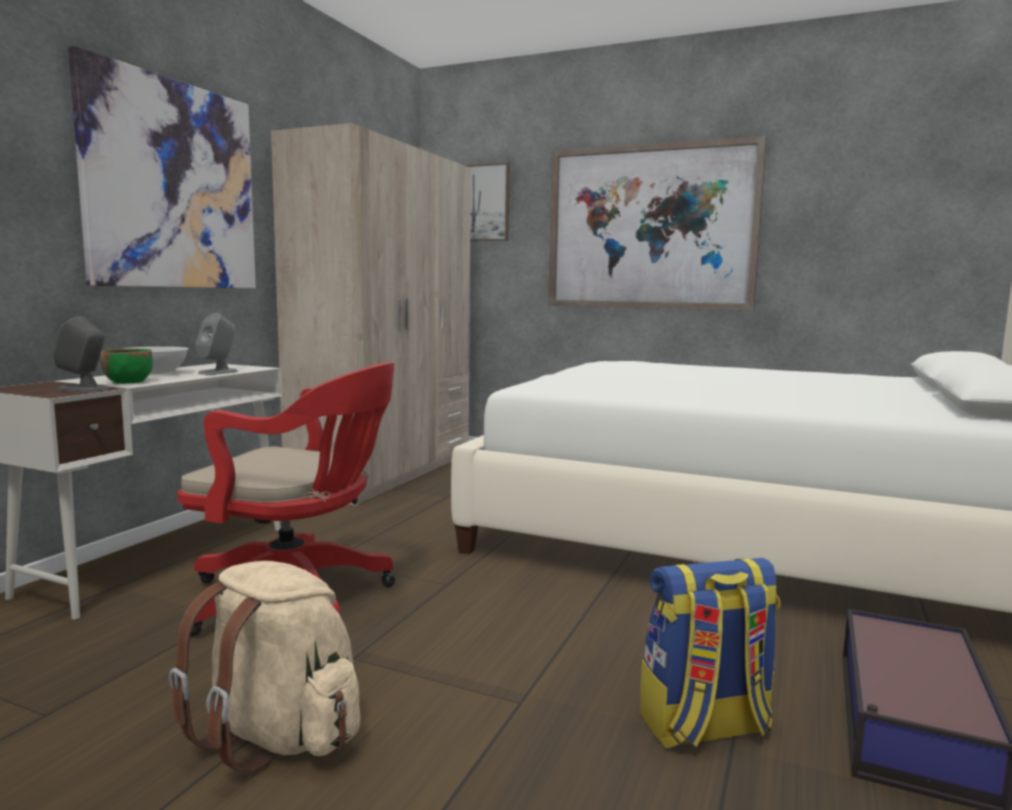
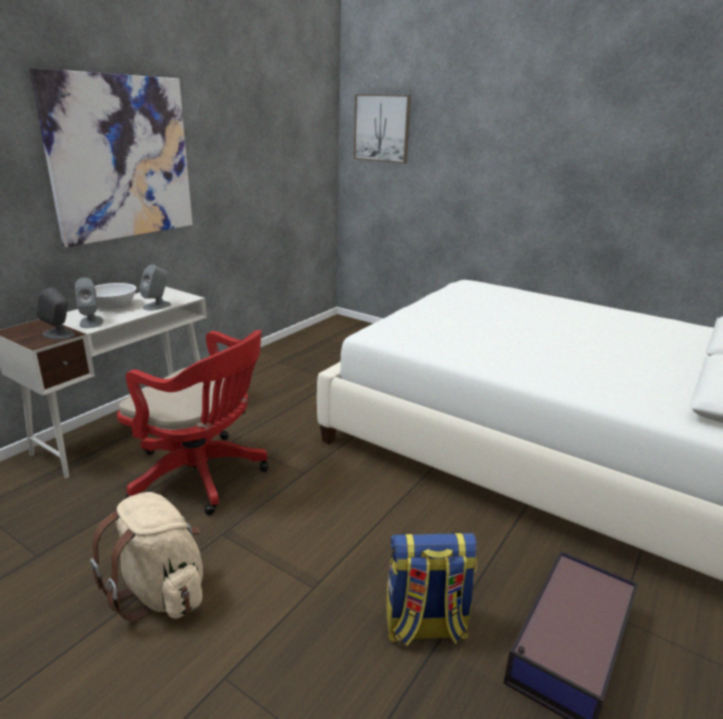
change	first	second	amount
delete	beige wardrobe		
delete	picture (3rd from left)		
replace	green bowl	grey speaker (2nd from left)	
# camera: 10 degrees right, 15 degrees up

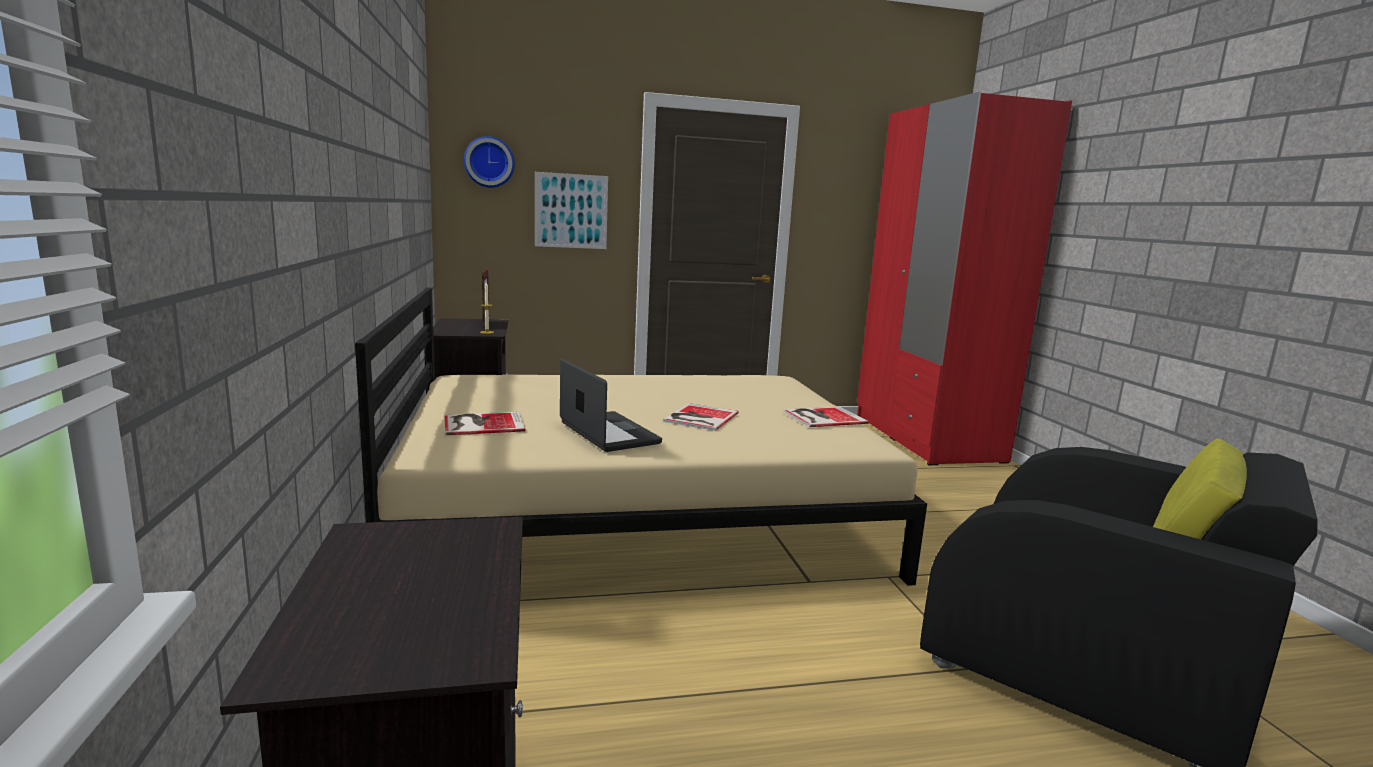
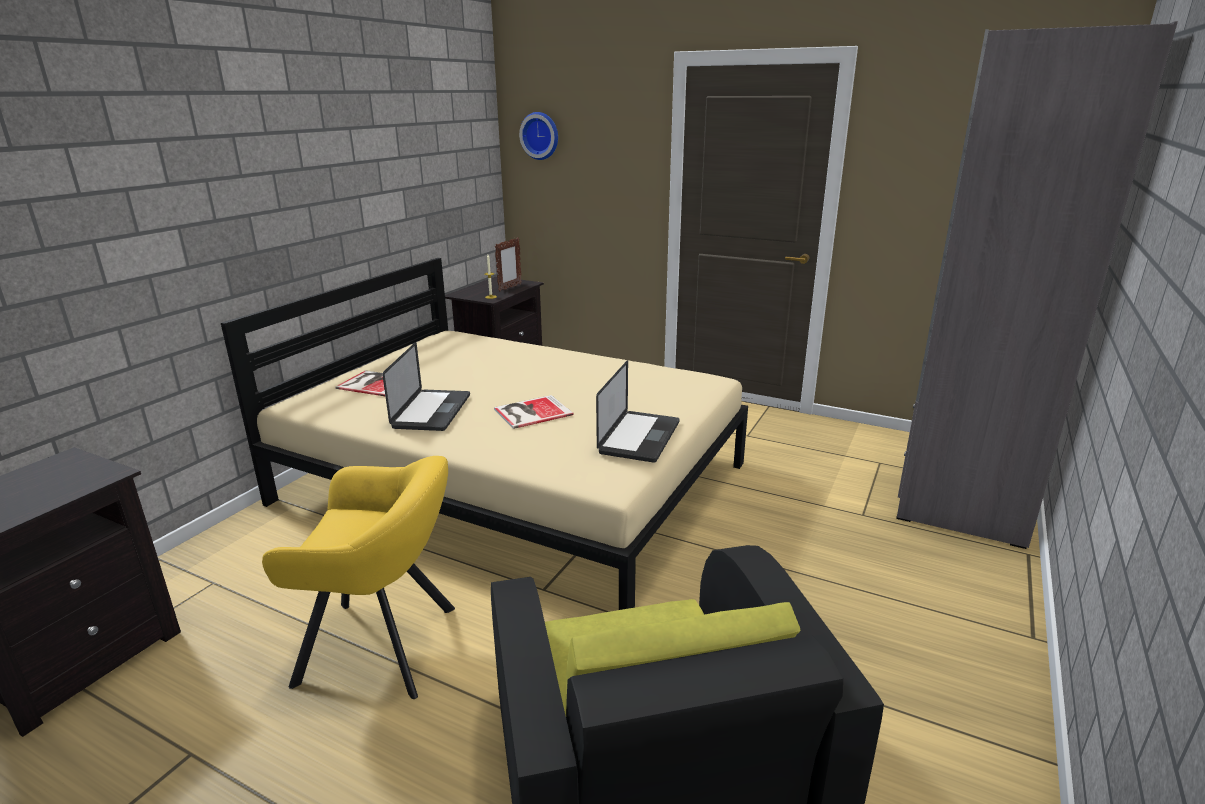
change	first	second	amount
delete	picture		
insert		yellow armchair	
replace	book (3rd from left)	laptop (2nd from left)	
recolor	red wardrobe	grey wardrobe	
# camera: 40 degrees right, 10 degrees up

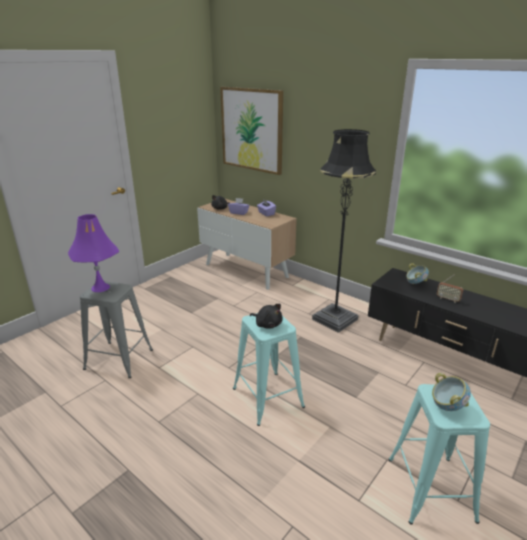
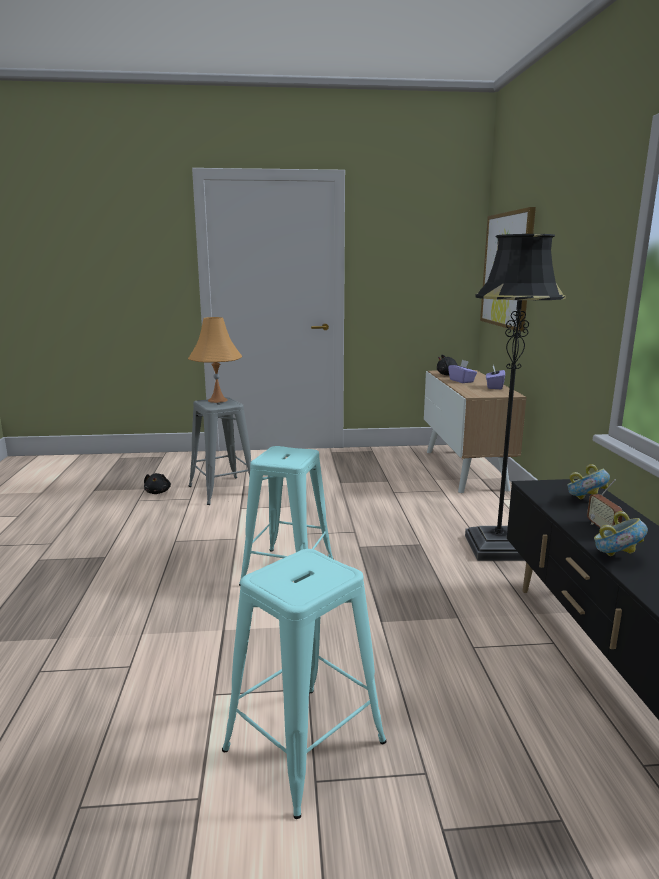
change	first	second	amount
move	black plush toy (2nd from left in the first image)	black plush toy (1st from left)	
move	bowl (2nd from left)		
recolor	purple table lamp	orange table lamp	
# camera: 45 degrees right, 10 degrees down

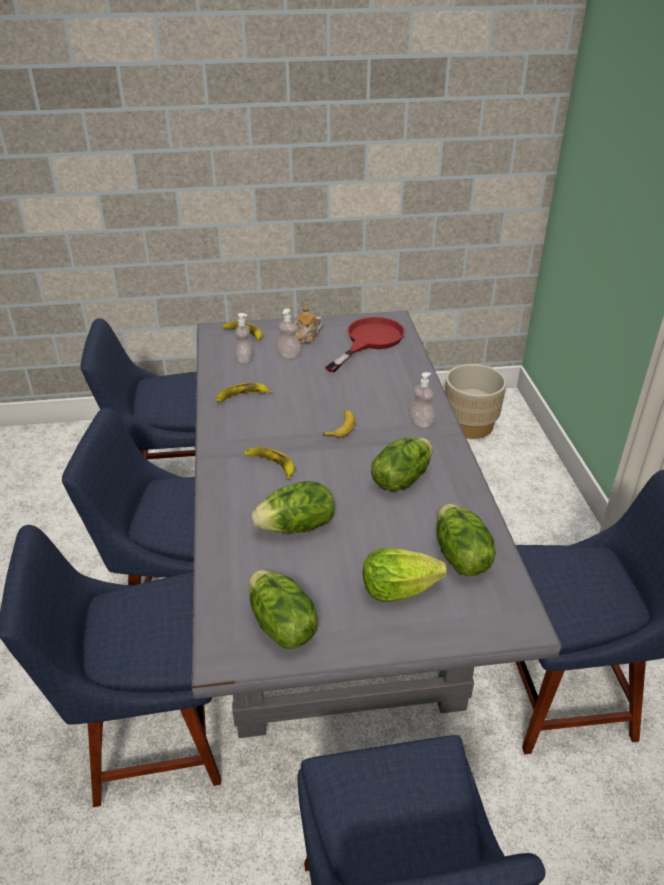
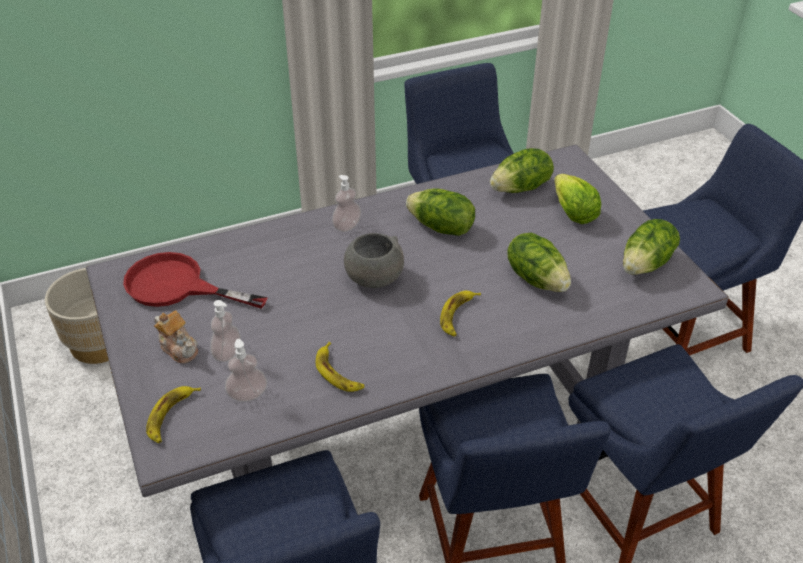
change	first	second	amount
replace	banana (4th from left)	grey bowl	
# camera: 105 degrees left, 5 degrees up

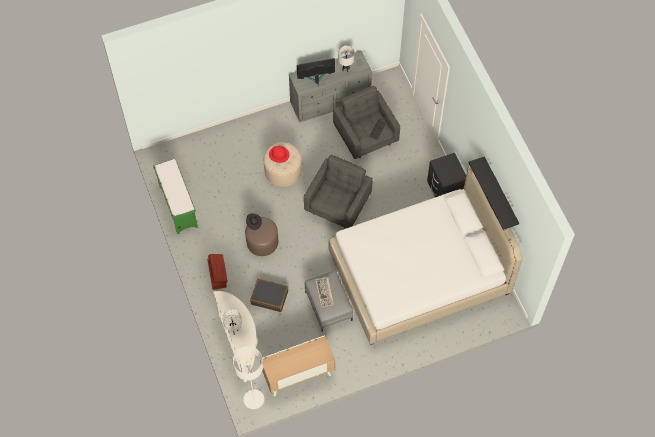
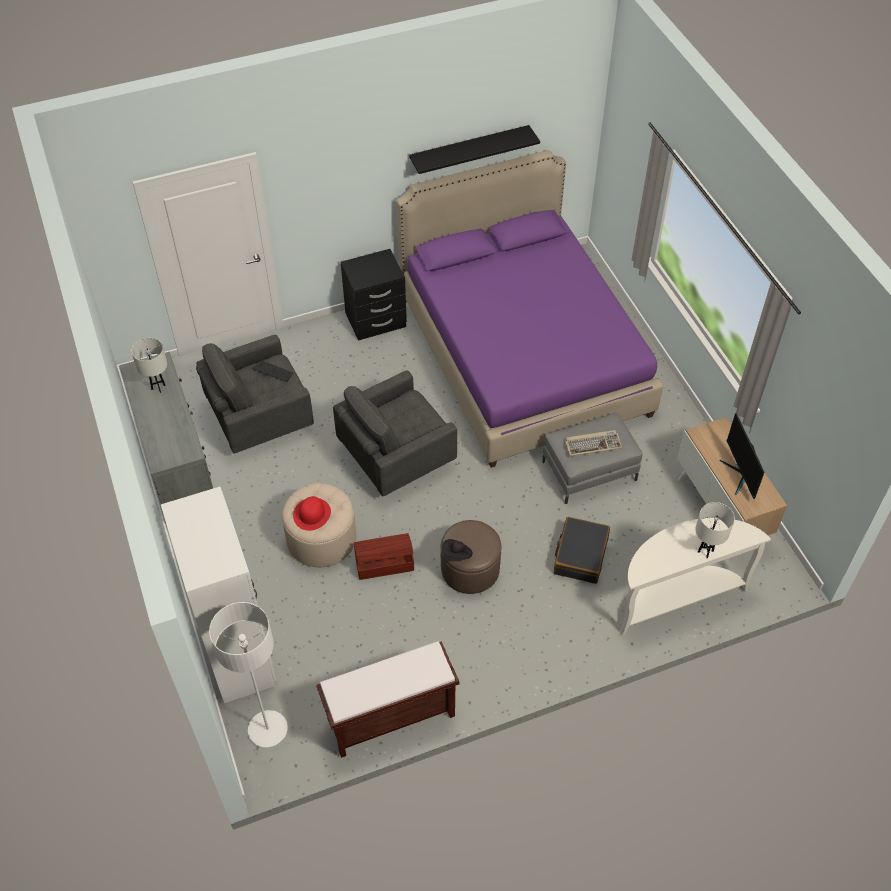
change	first	second	amount
insert		white wardrobe	
move	brown storage box		
move	white floor lamp		
move	monitor		
recolor	green bench	brown bench	
recolor	white bed	purple bed	
rotate	grey armchair (1st from left in the first image)	grey armchair (2nd from left)	60 degrees counterclockwise
# camera: 90 degrees left, 10 degrees down

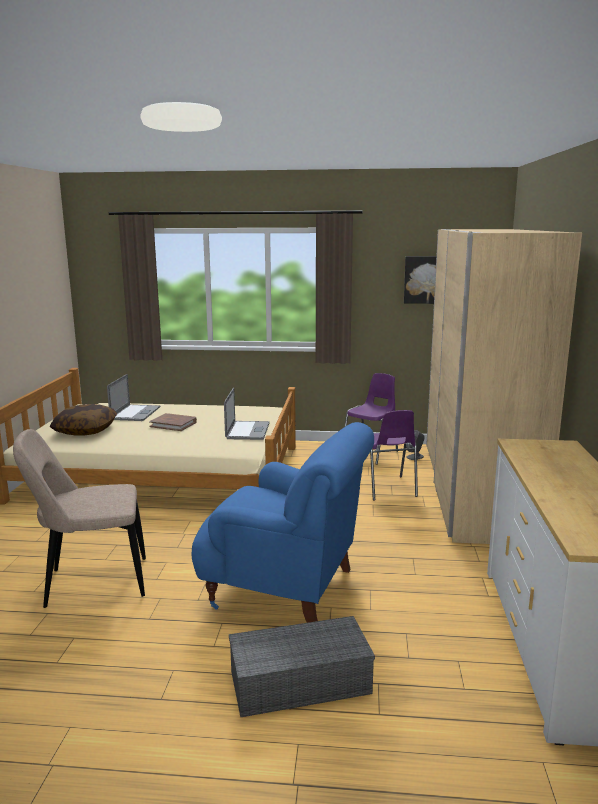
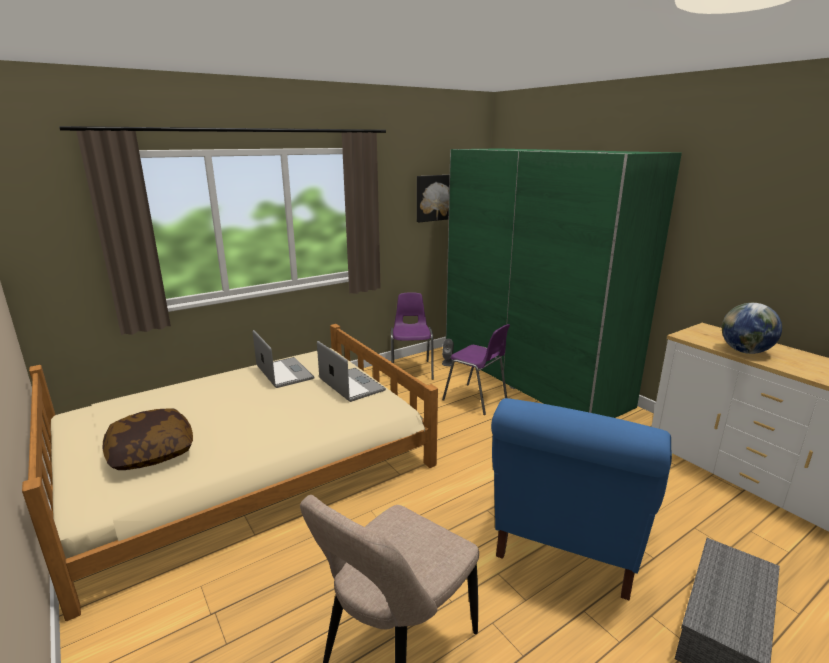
change	first	second	amount
delete	brown book		
insert		globe	
move	laptop (1st from left)		
recolor	beige wardrobe	green wardrobe	
rotate	blue armchair		135 degrees clockwise
# camera: 40 degrees left, 5 degrees up

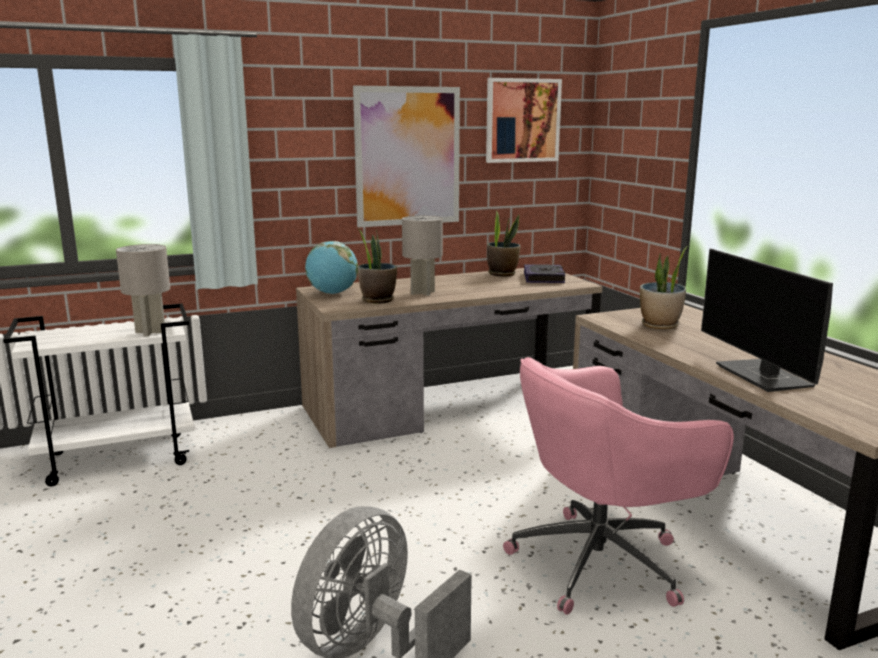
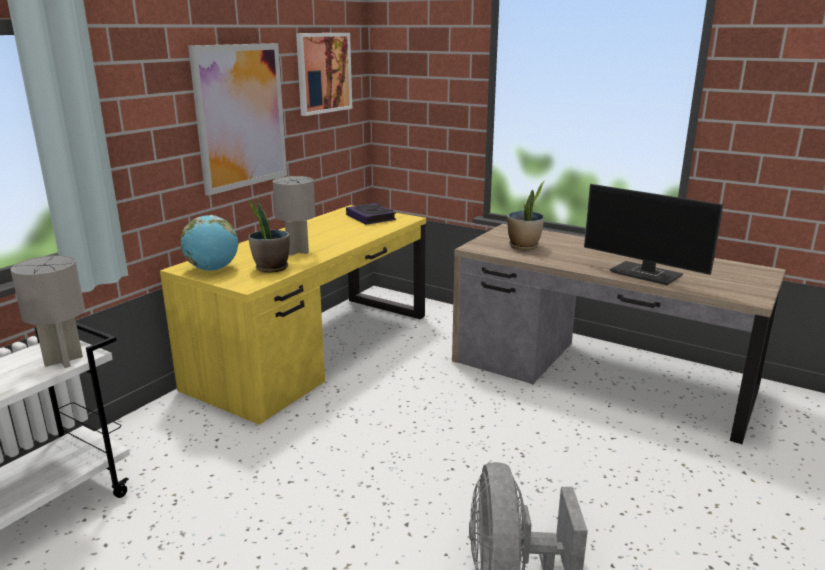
change	first	second	amount
delete	potted plant (2nd from left)		
delete	pink office chair		
recolor	brown desk (1st from left)	yellow desk	
# camera: 35 degrees left, 5 degrees up

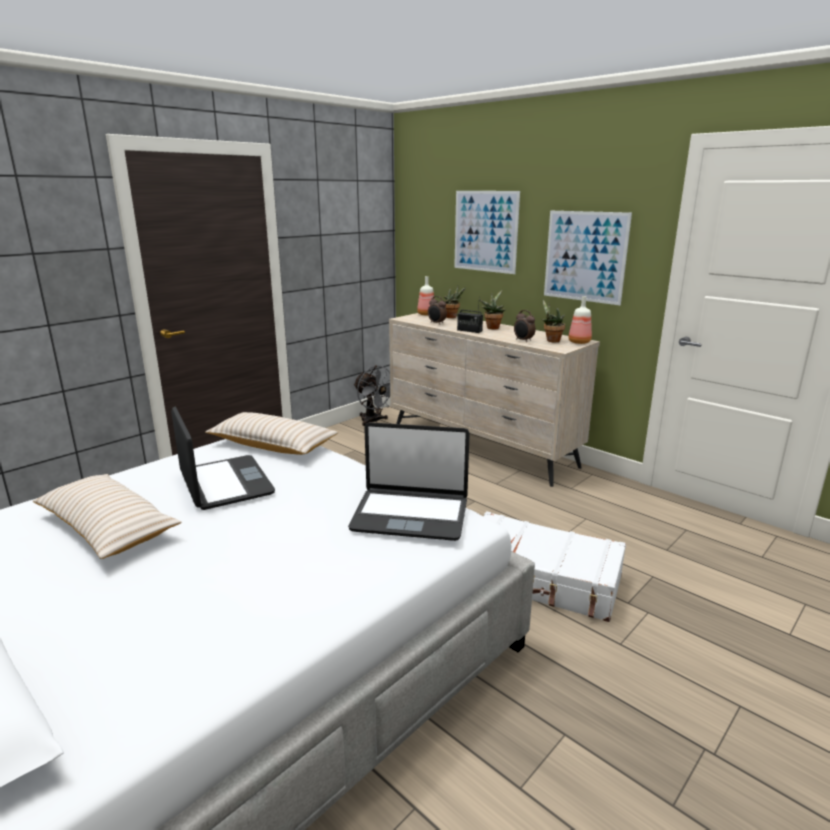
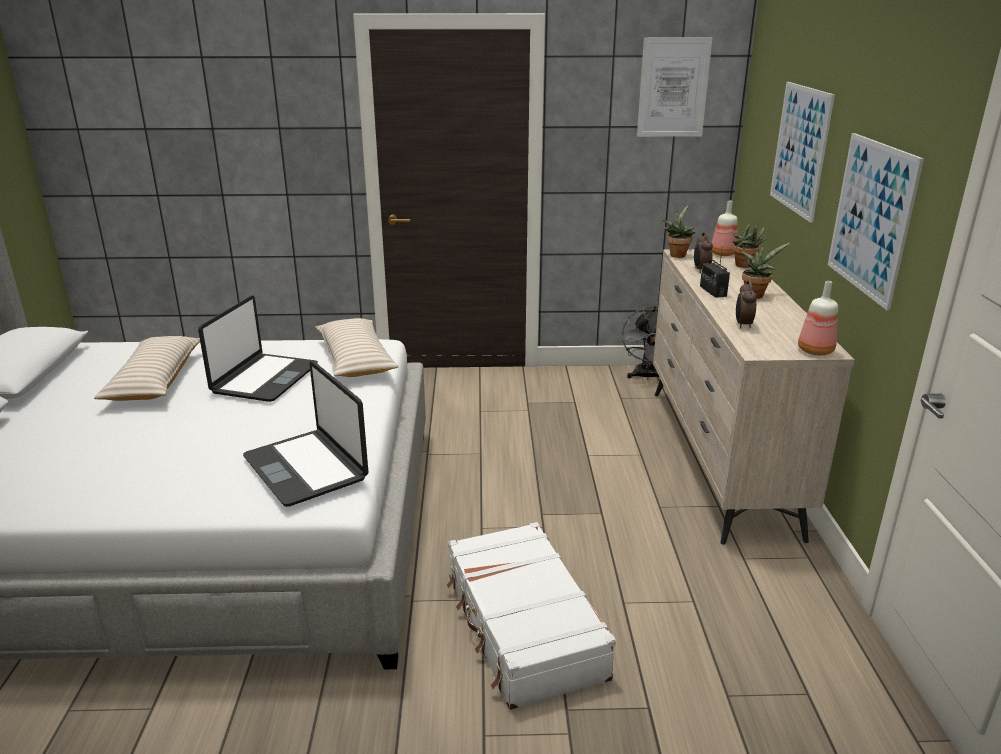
change	first	second	amount
insert		picture (1st from left)	
move	potted plant (3rd from left in the first image)	potted plant (1st from left)	
# camera: 45 degrees right, 5 degrees up

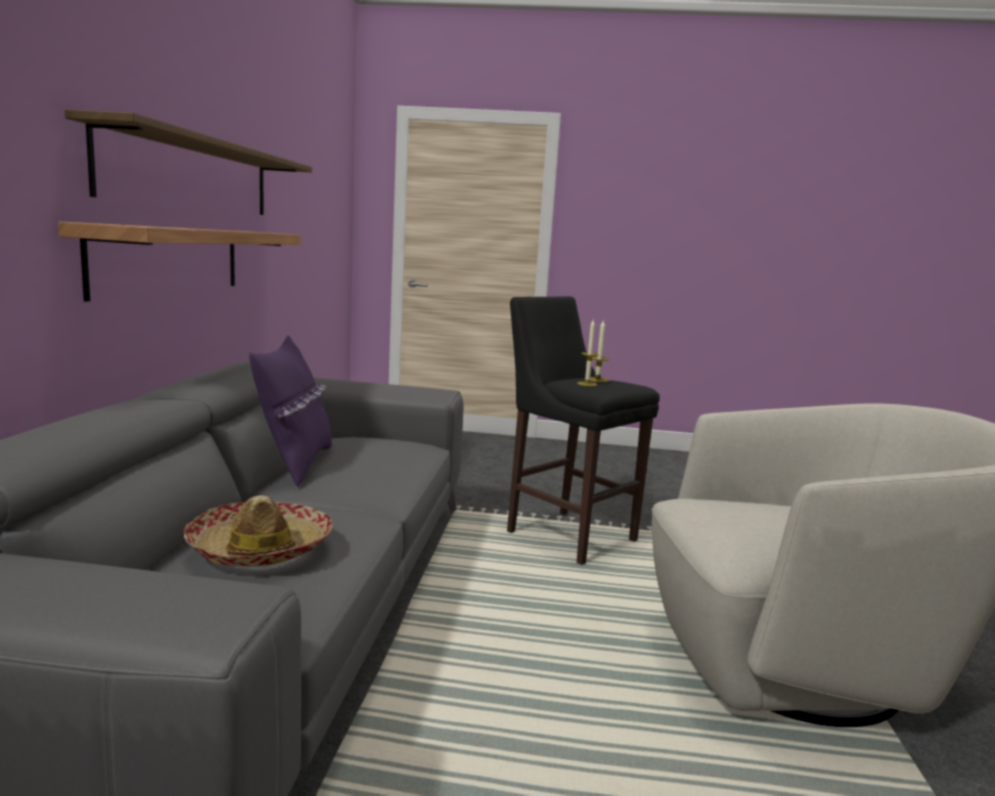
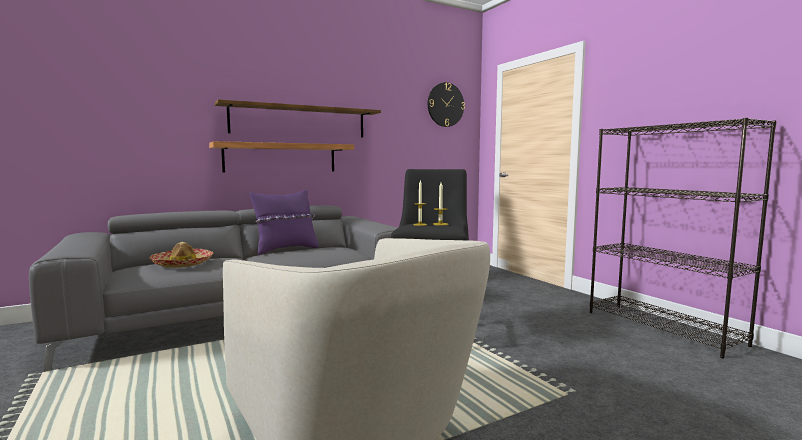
change	first	second	amount
insert		wall clock	
insert		black bookcase	
# camera: 55 degrees right, 5 degrees down

